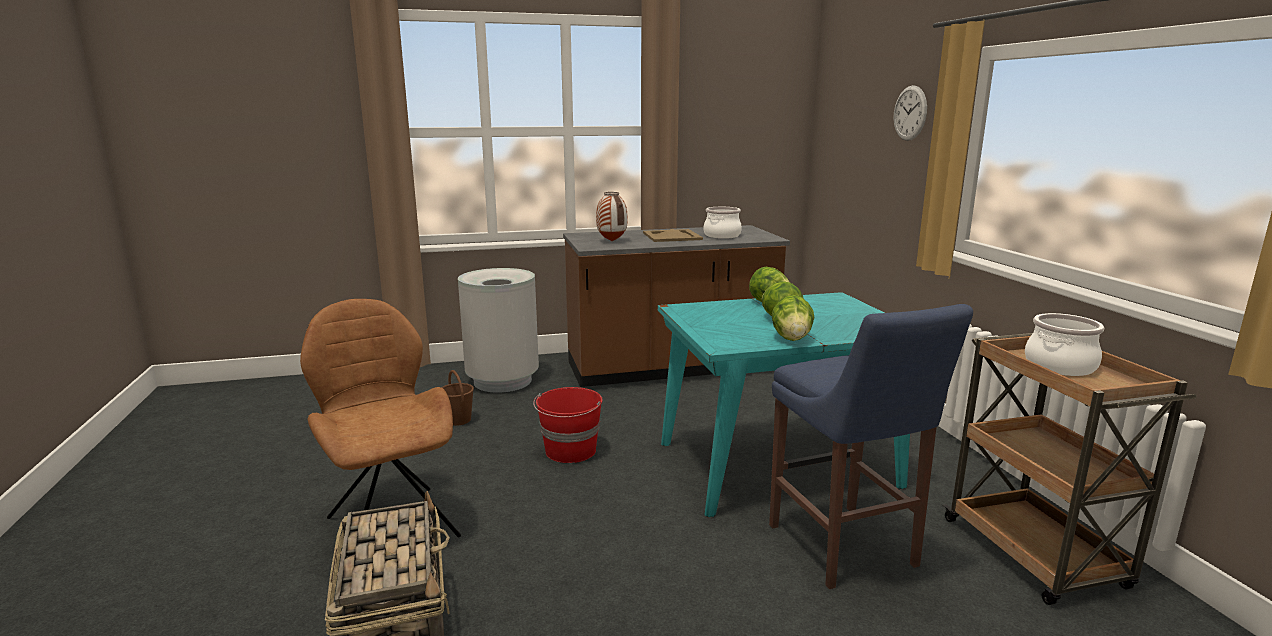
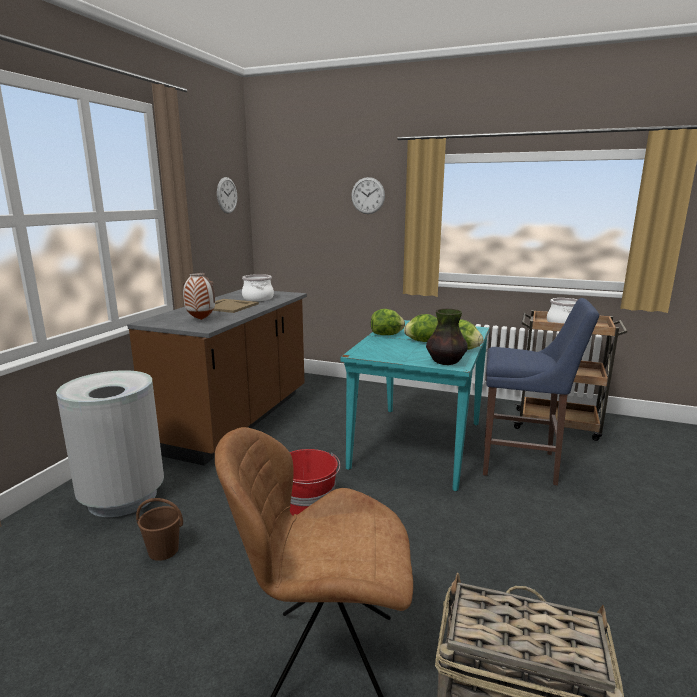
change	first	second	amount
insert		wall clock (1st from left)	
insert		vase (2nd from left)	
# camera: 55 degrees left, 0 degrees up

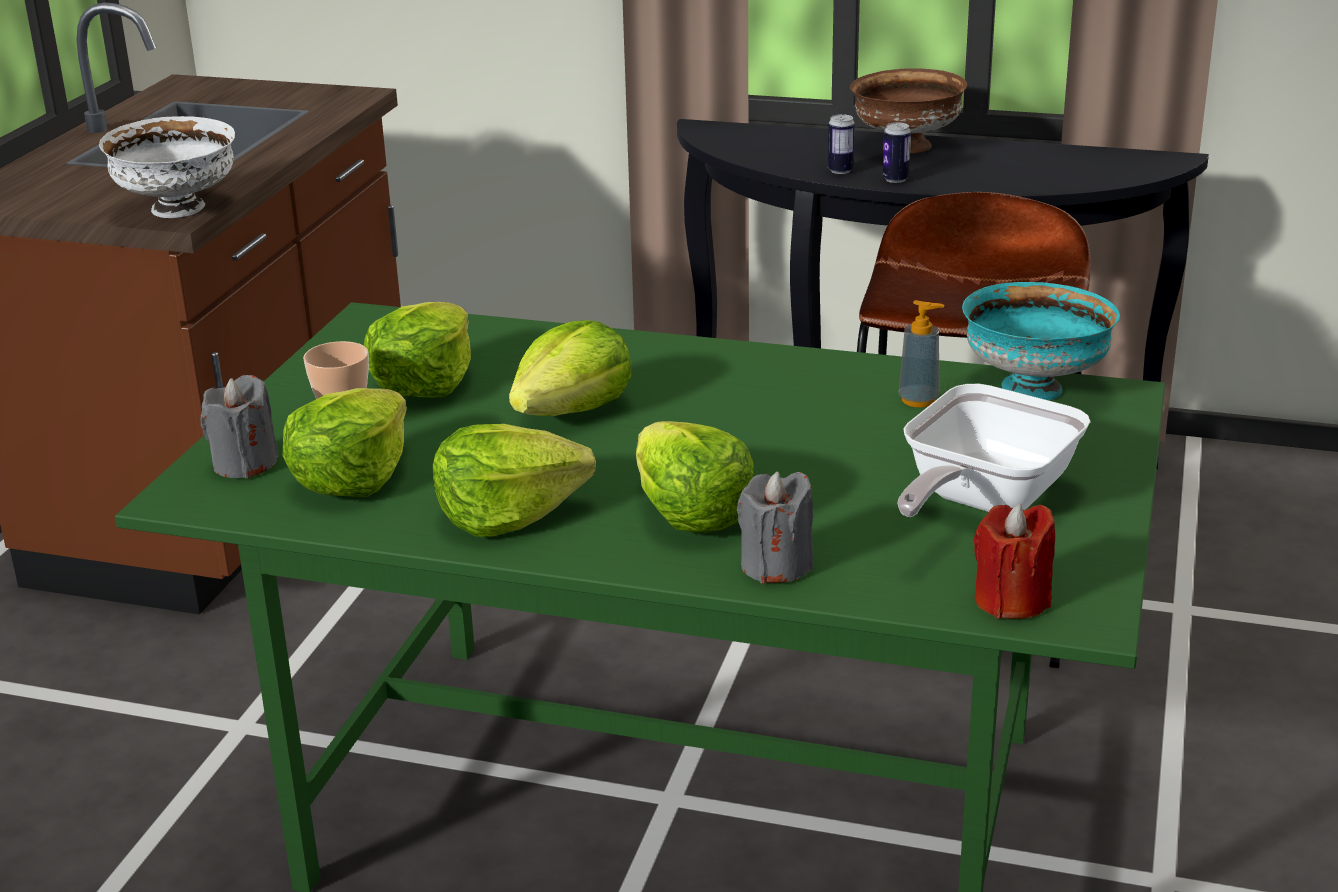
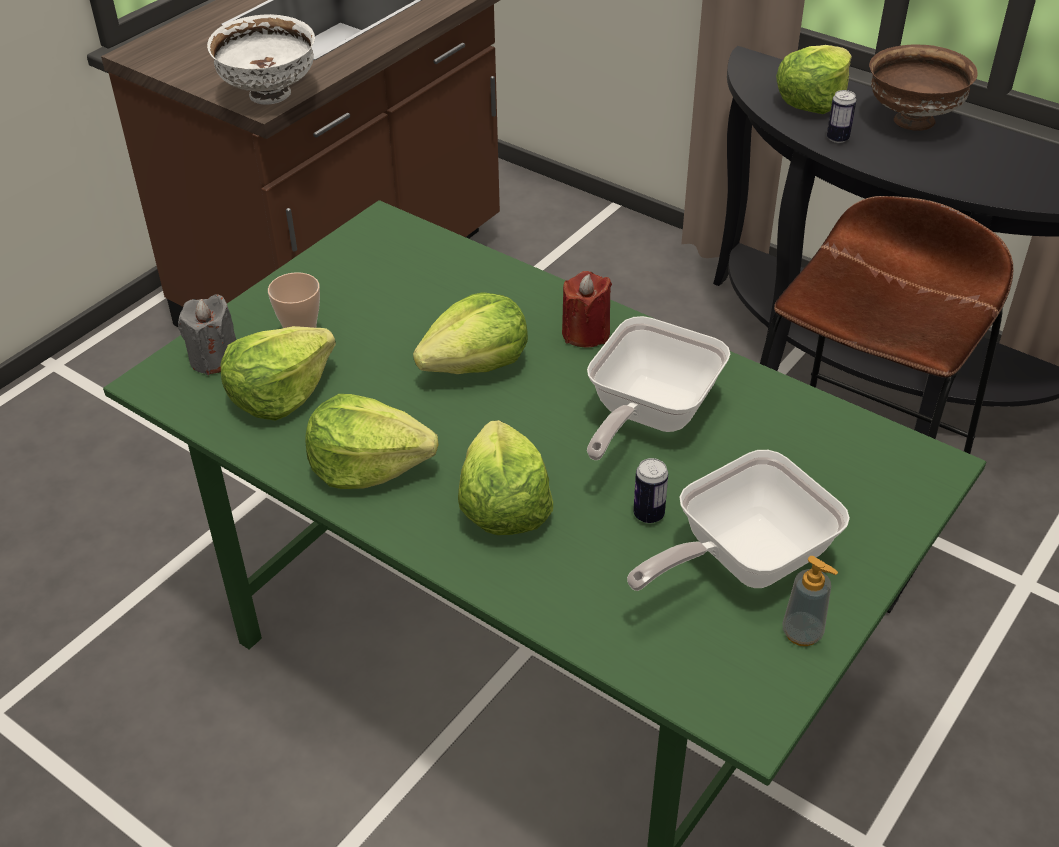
change	first	second	amount
delete	grey candle (2nd from left)		
delete	turquoise bowl		
insert		frying pan (1st from left)	
move	lettuce (2nd from left in the first image)	lettuce (5th from left)	
move	can (2nd from left in the first image)	can (1st from left)	
move	soap dispenser		
move	red candle		
# camera: 20 degrees right, 15 degrees up

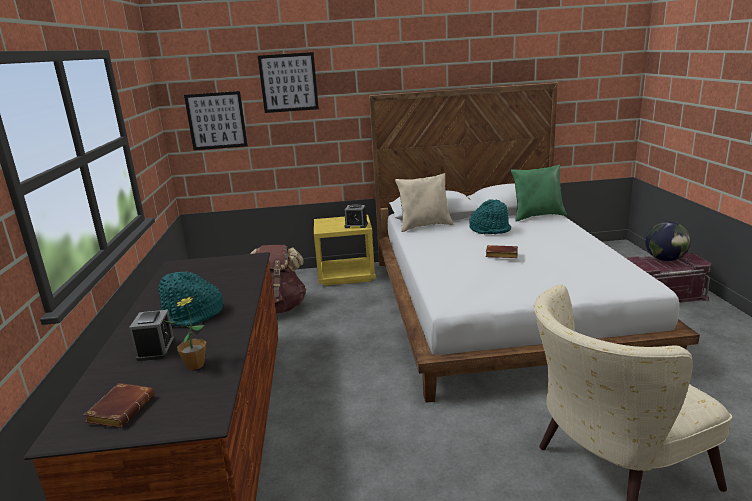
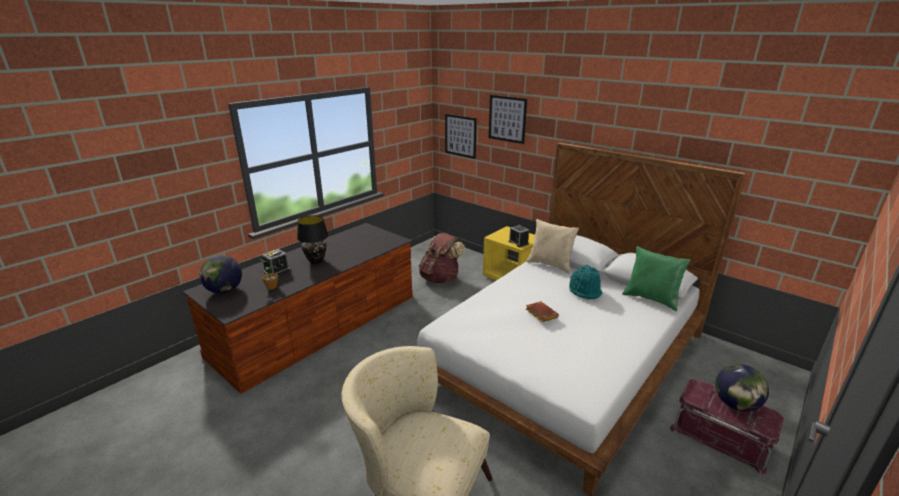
change	first	second	amount
replace	brown book (1st from left)	globe (1st from left)	
replace	turquoise hat (1st from left)	black table lamp	
# camera: 45 degrees right, 5 degrees up

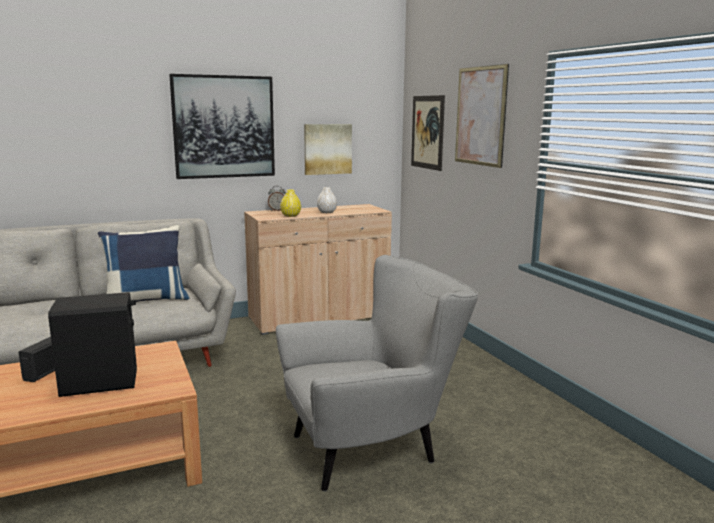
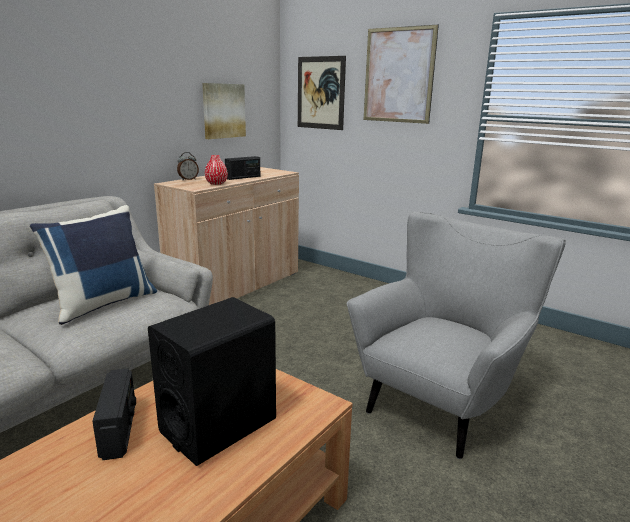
change	first	second	amount
delete	picture (1st from left)		
replace	white vase	radio (2nd from left)	
recolor	yellow vase	red vase	
# camera: 30 degrees left, 5 degrees up

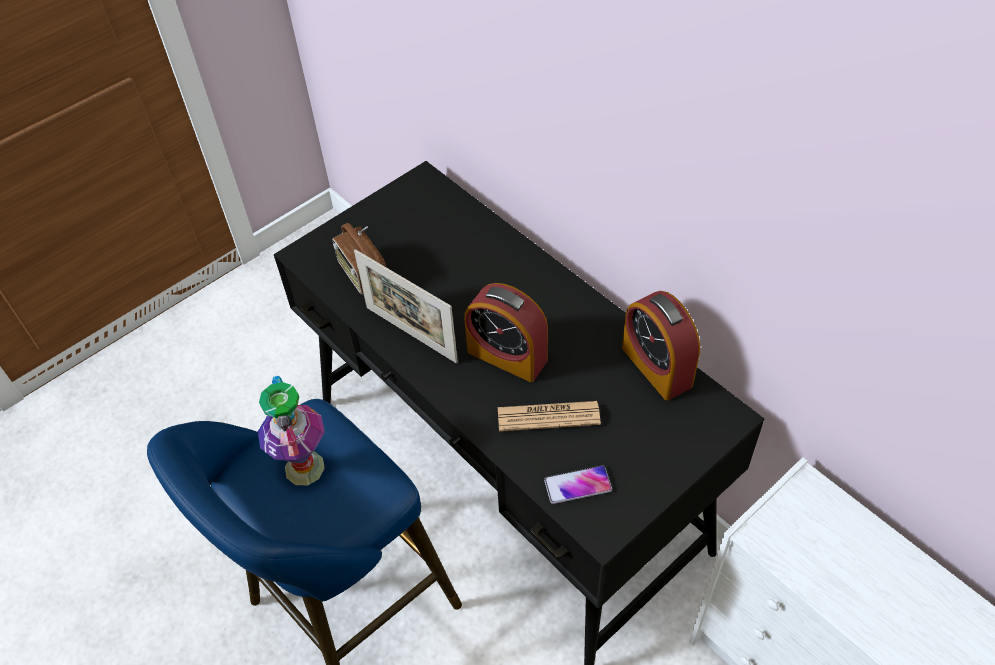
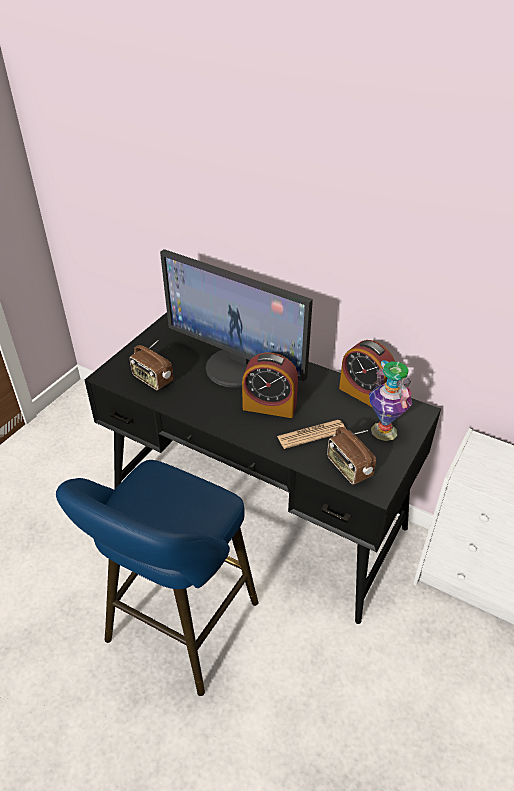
change	first	second	amount
delete	picture frame		
insert		monitor	
move	vase		
replace	phone	radio (2nd from left)	
# camera: 20 degrees left, 10 degrees down

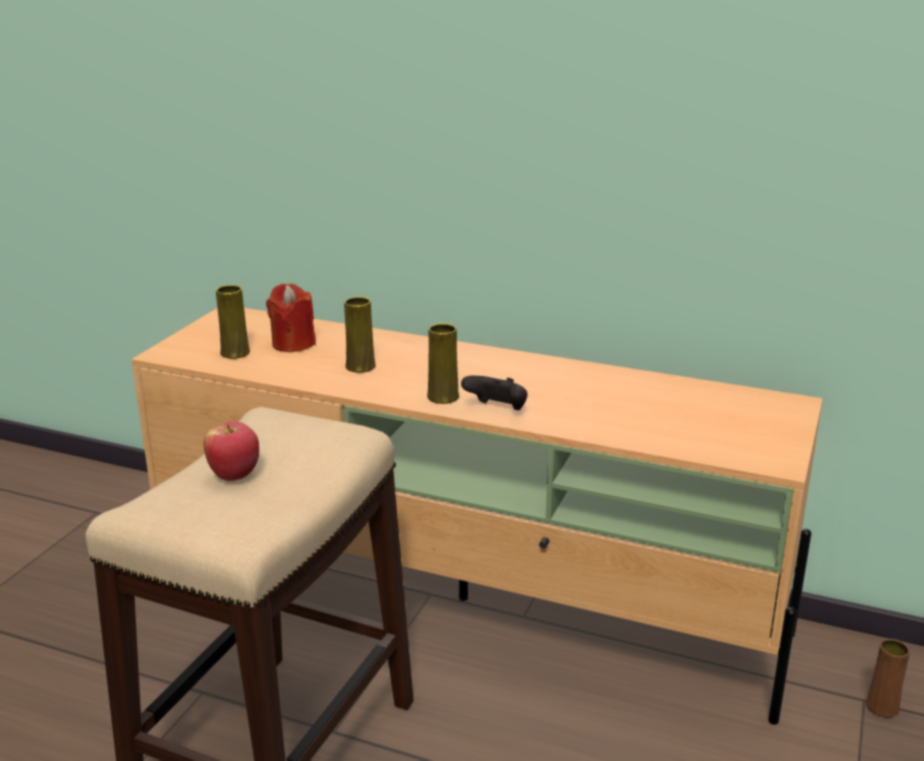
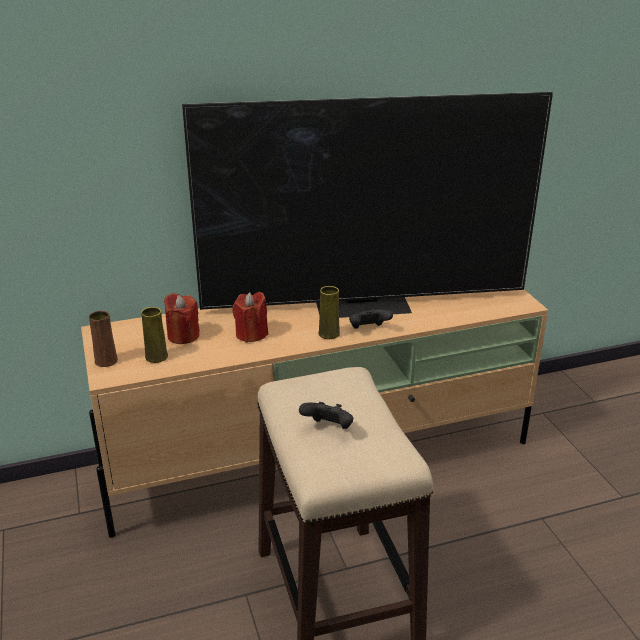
change	first	second	amount
insert		television	
move	brown vase		
replace	apple	black game controller (1st from left)	
replace	yellow vase (2nd from left)	red candle (2nd from left)	
# camera: 40 degrees left, 5 degrees up

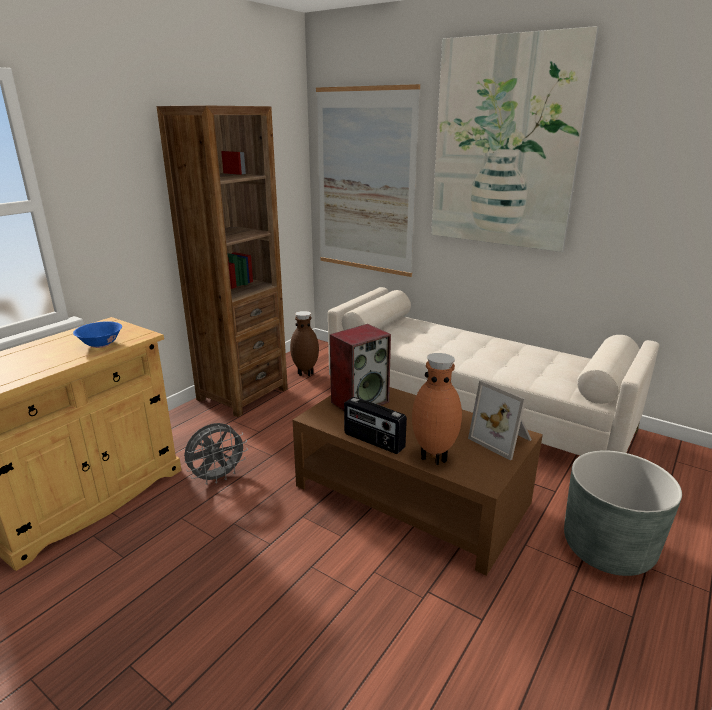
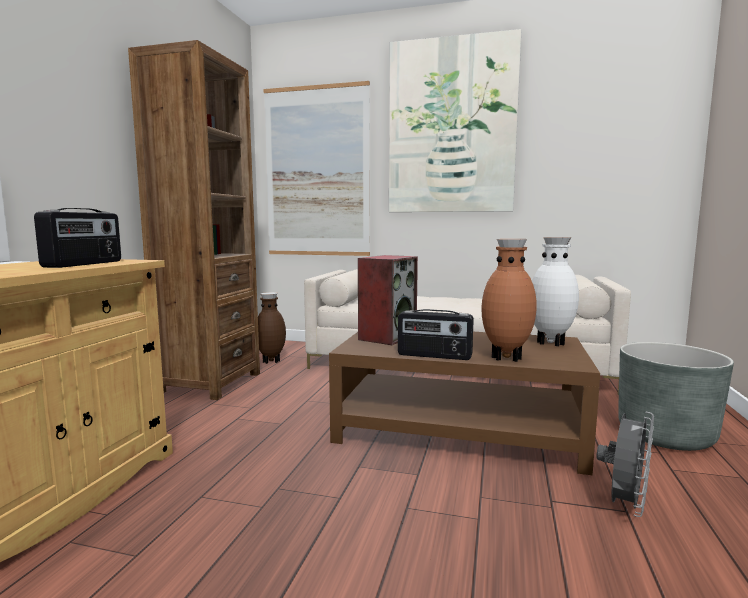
change	first	second	amount
move	grey fan		
replace	blue bowl	radio (1st from left)	
replace	picture frame	white vase	
# camera: 20 degrees left, 15 degrees down

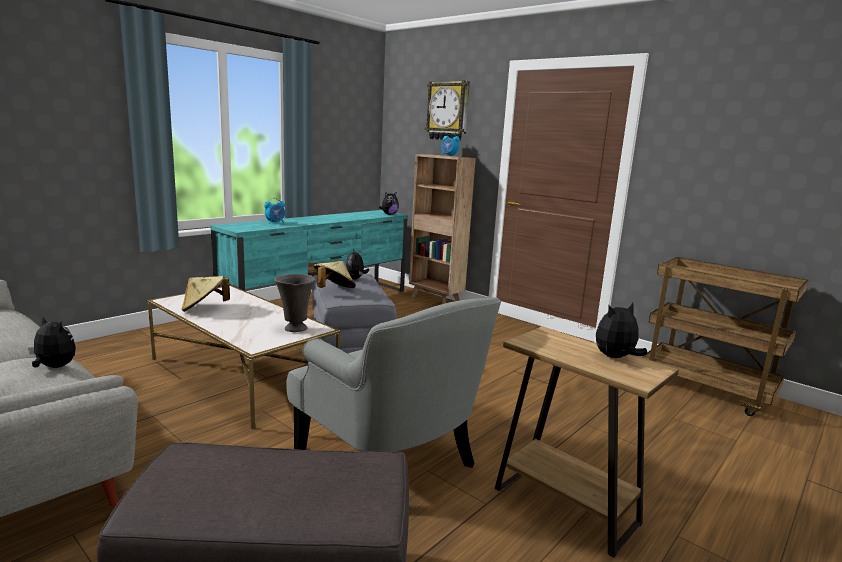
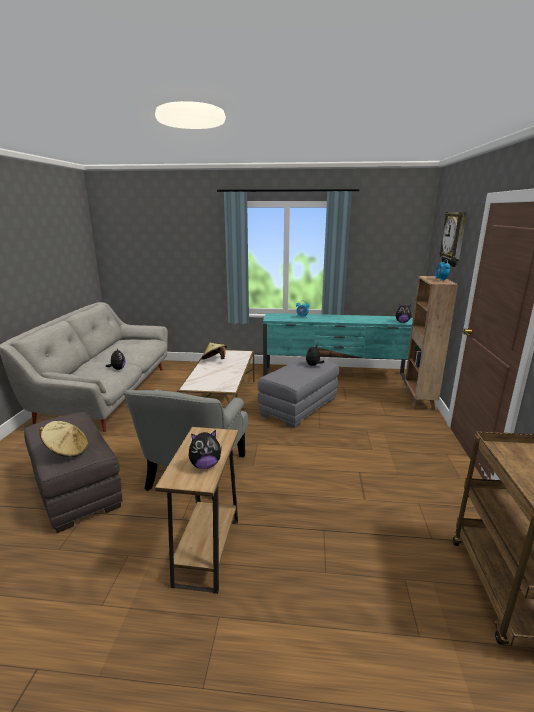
change	first	second	amount
delete	grey vase		
move	beige hat (2nd from left in the first image)	beige hat (1st from left)	
rotate	plush toy (4th from left in the first image)	plush toy (2nd from left)	135 degrees clockwise
# camera: 55 degrees right, 5 degrees up

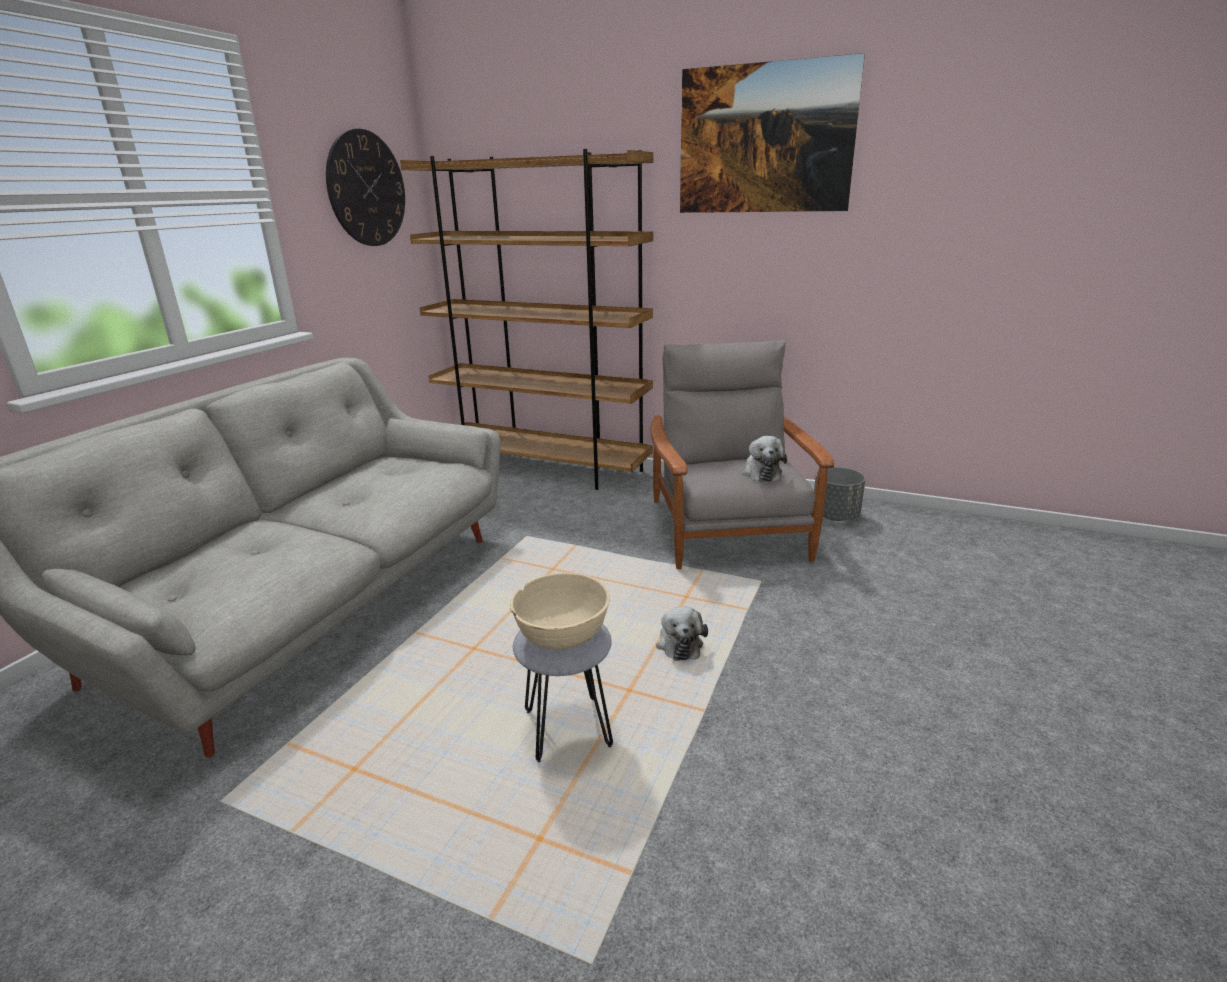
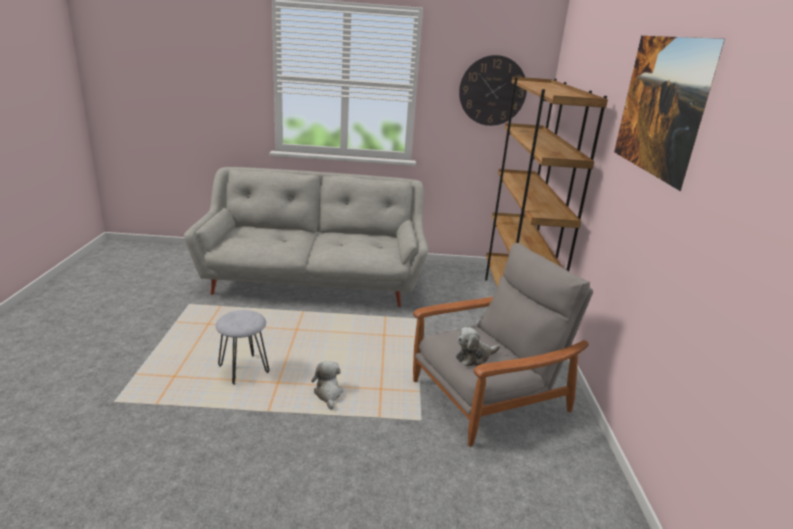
change	first	second	amount
delete	beige bowl		
delete	grey planter		
rotate	plush toy (1st from left)		105 degrees clockwise
# camera: 65 degrees right, 0 degrees up

